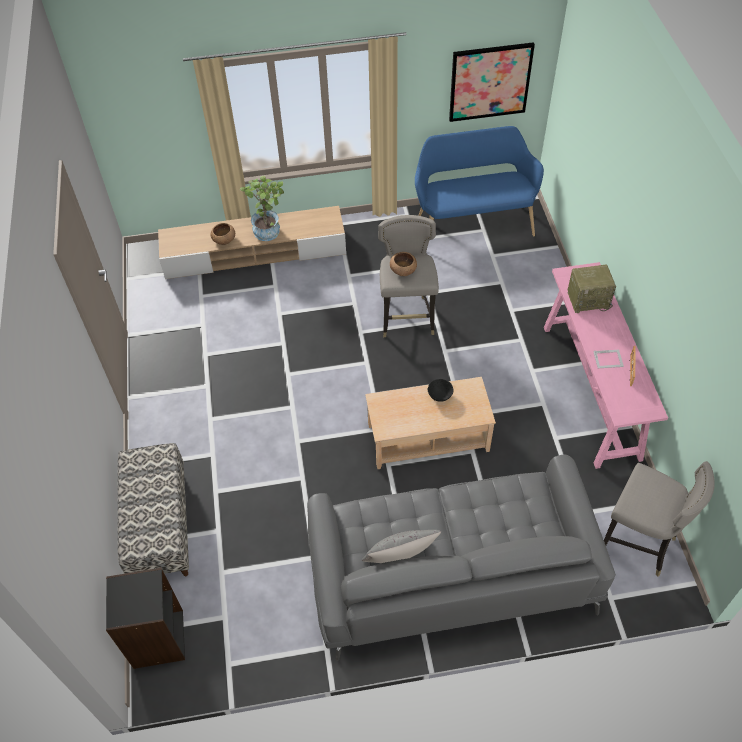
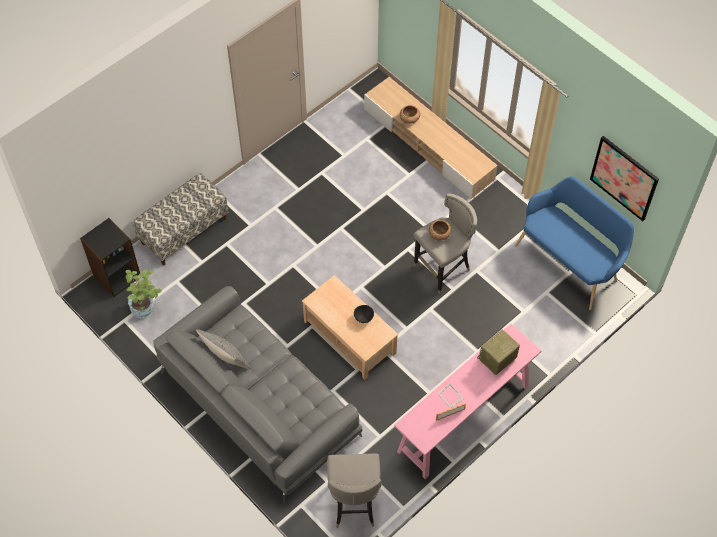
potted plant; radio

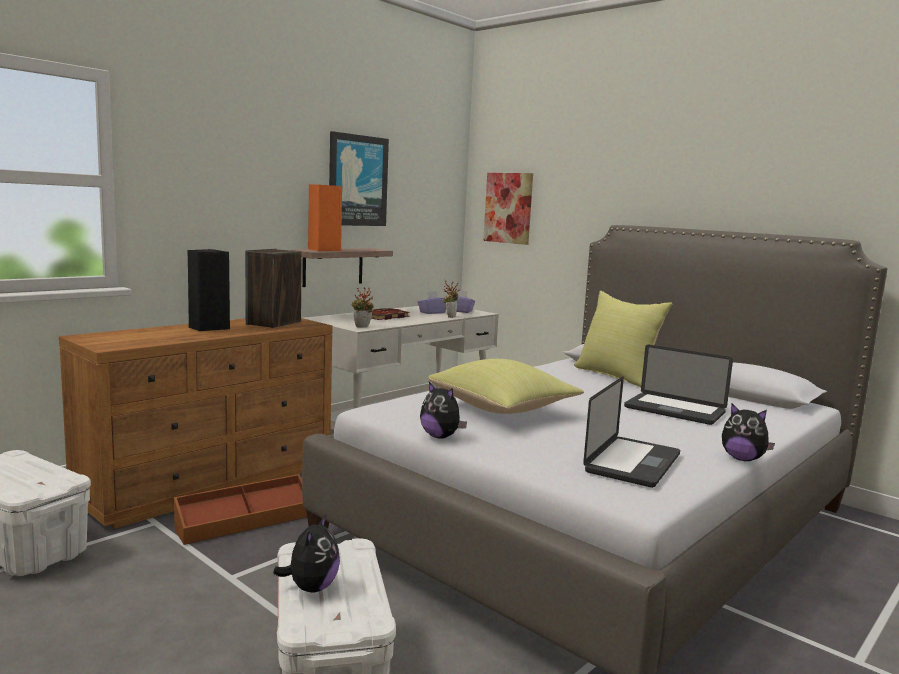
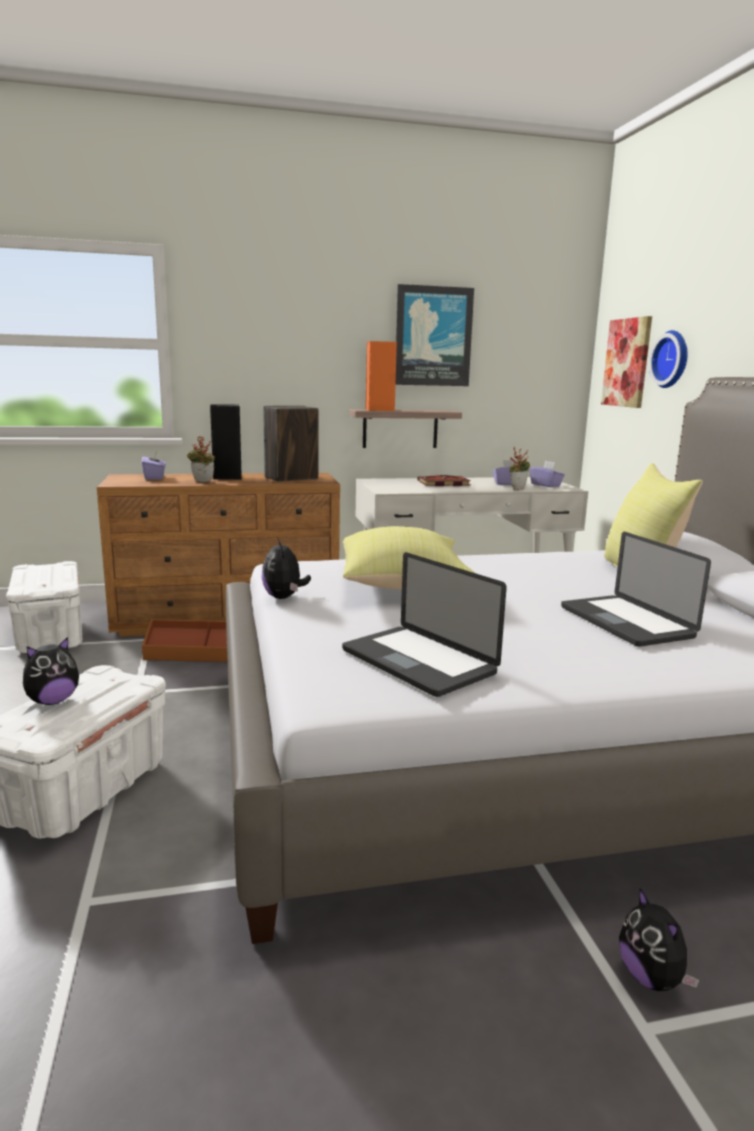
purple tissue box (1st from left); wall clock; potted plant (1st from left); plush toy (3rd from left); laptop (1st from left)

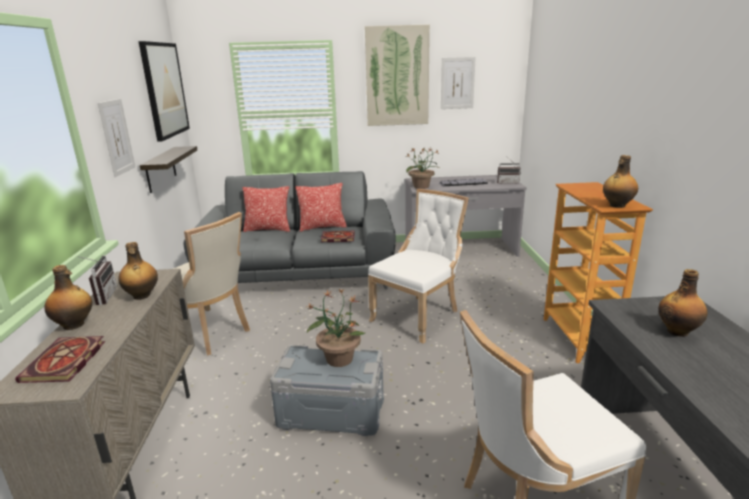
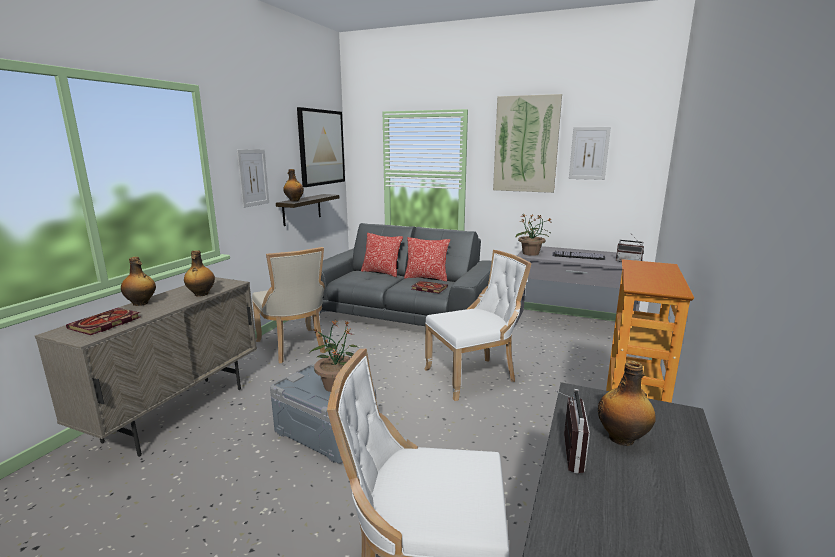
radio (1st from left); bottle (3rd from left)

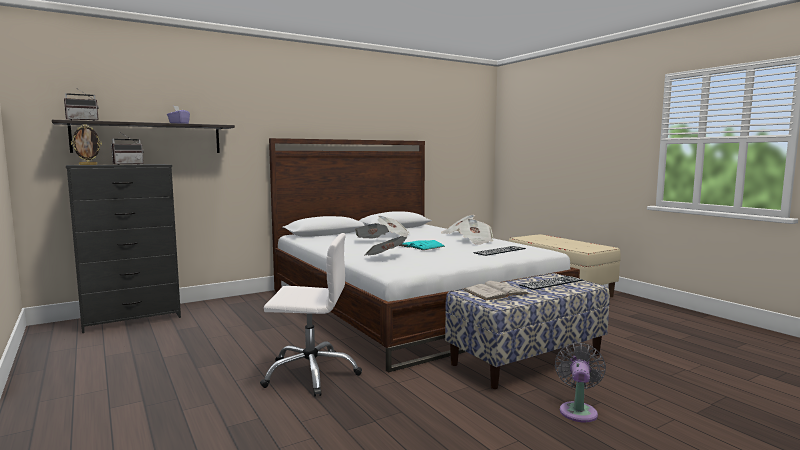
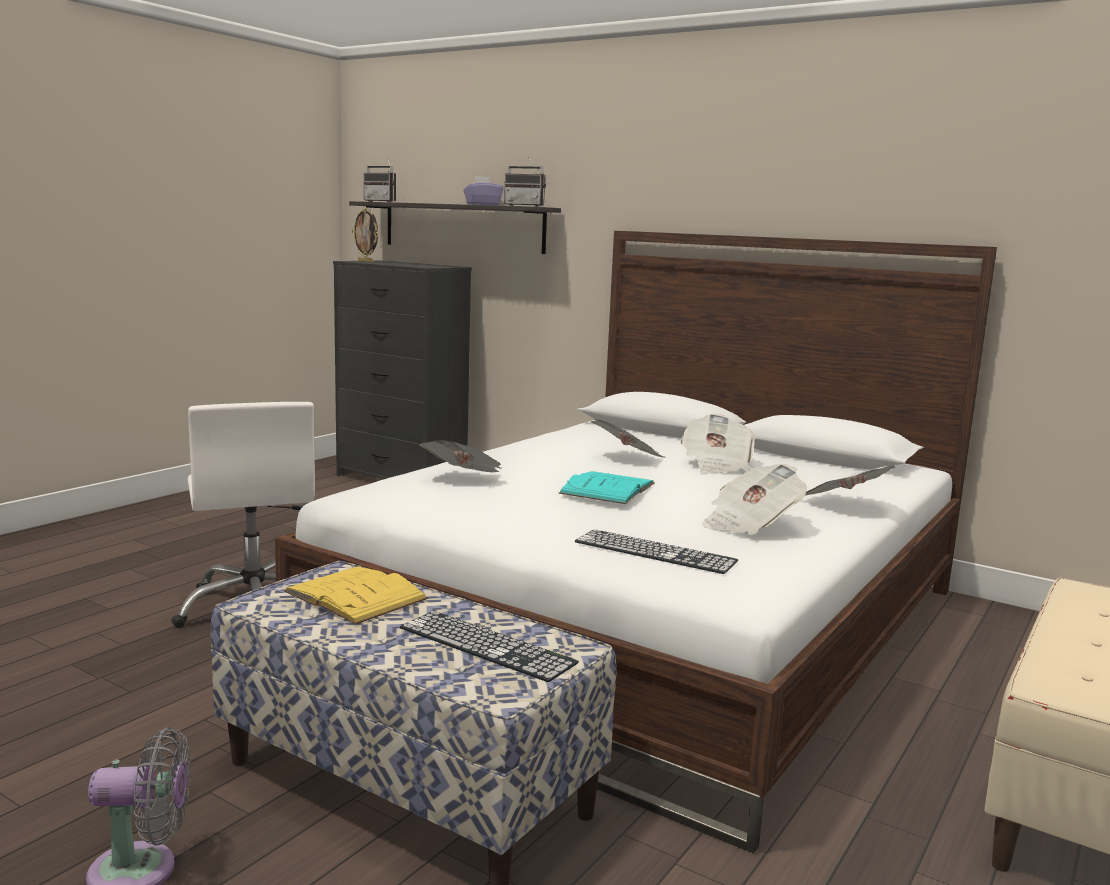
radio (2nd from left); yellow book

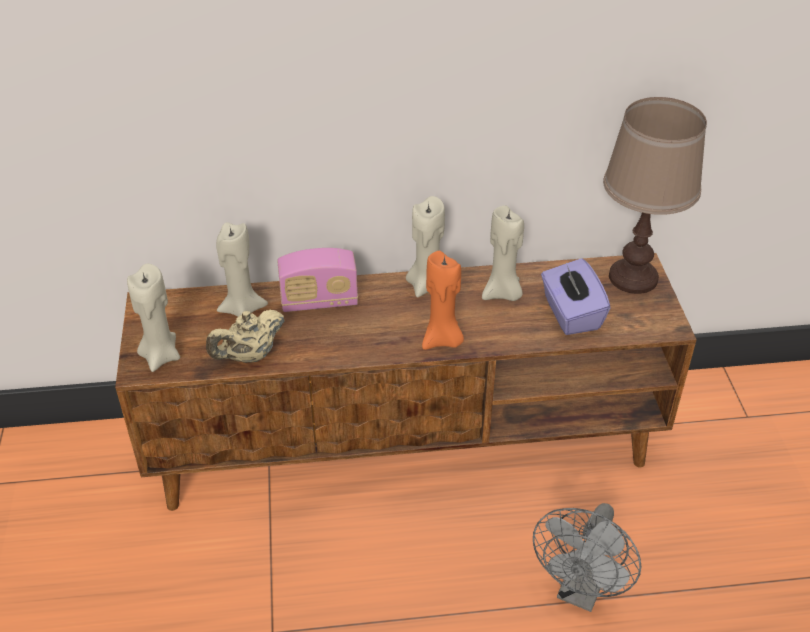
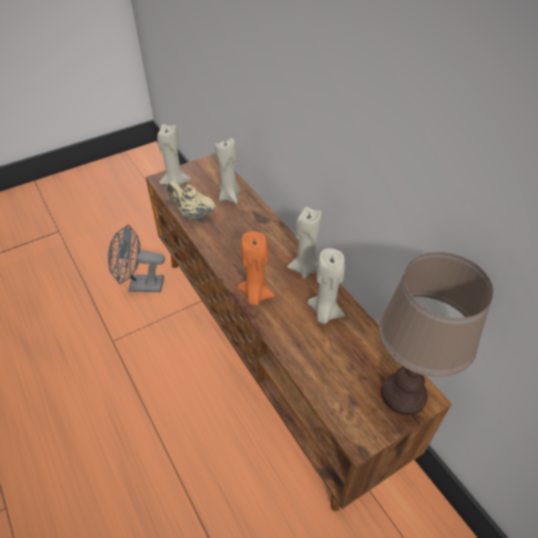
radio; purple tissue box; grey fan

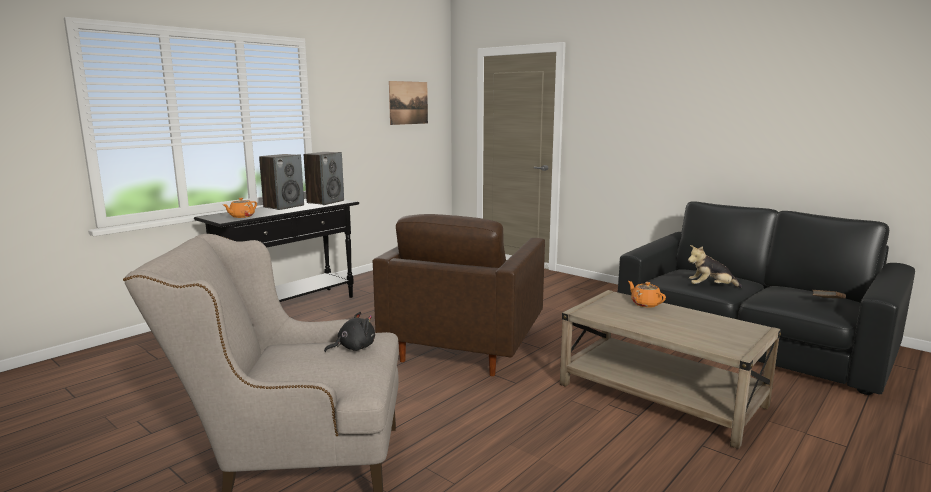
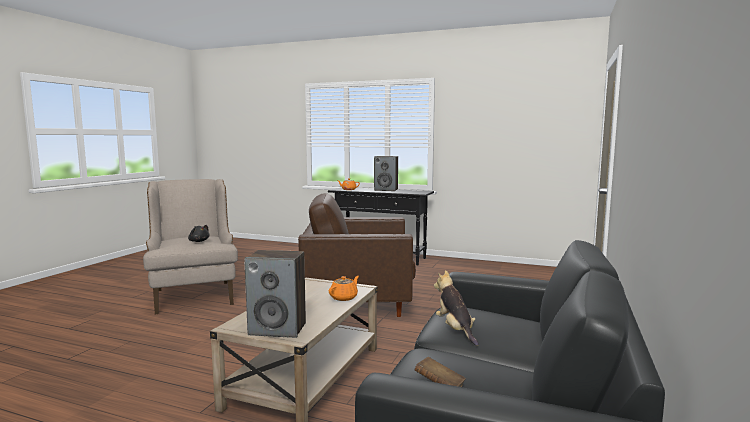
picture; speaker (1st from left)

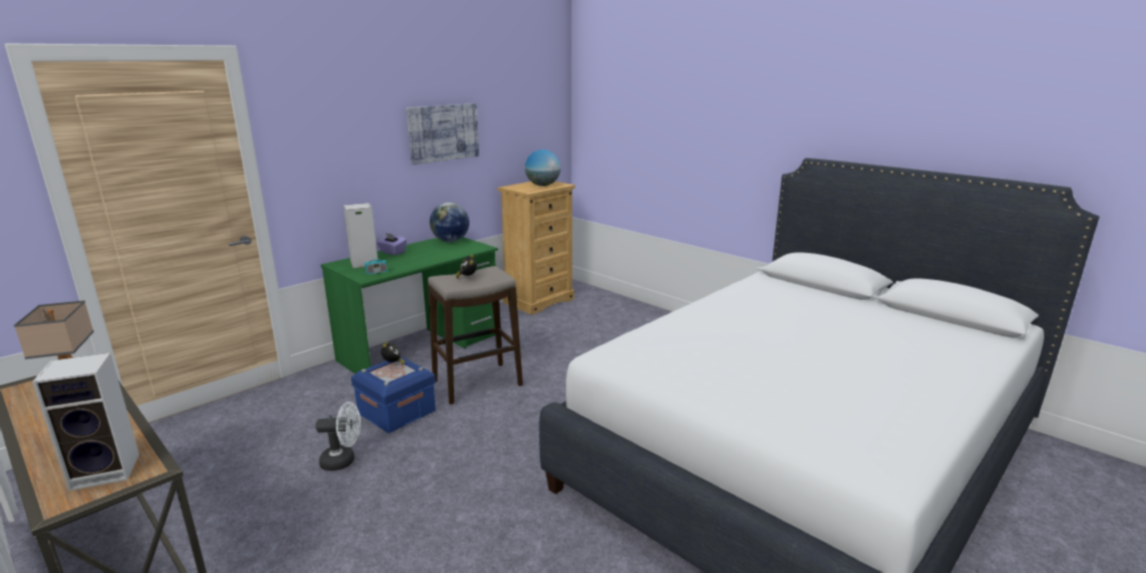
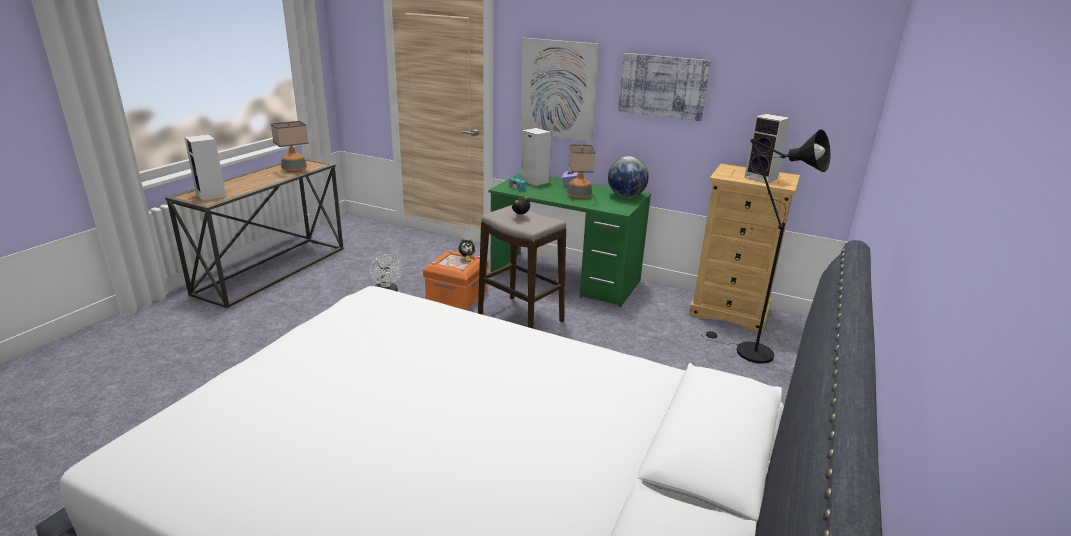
picture (1st from left); table lamp (2nd from left); black floor lamp; speaker (3rd from left); orange storage box

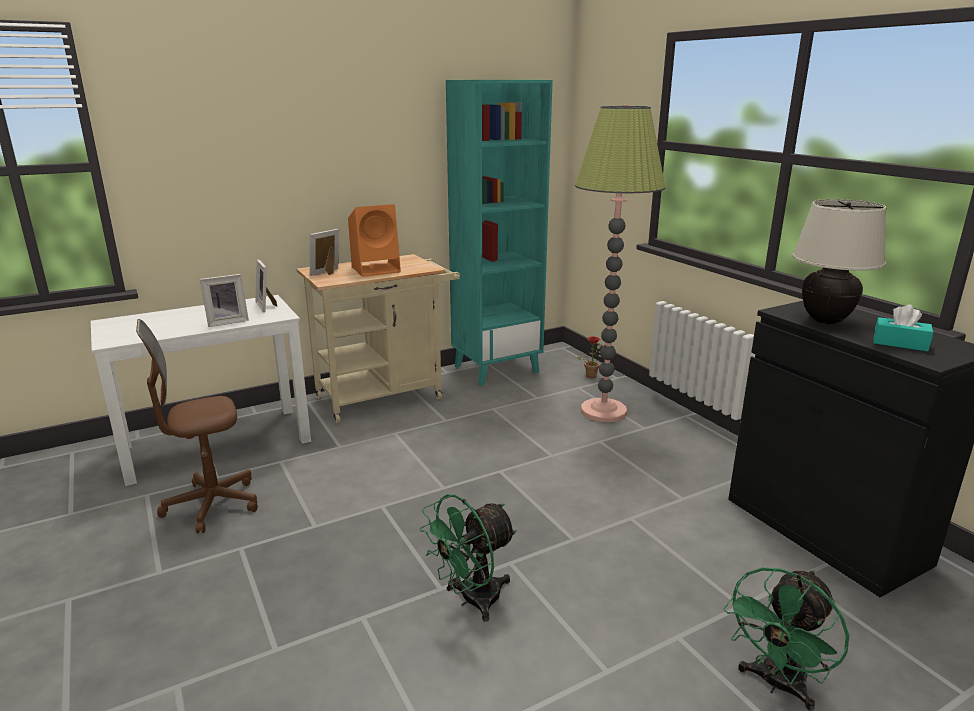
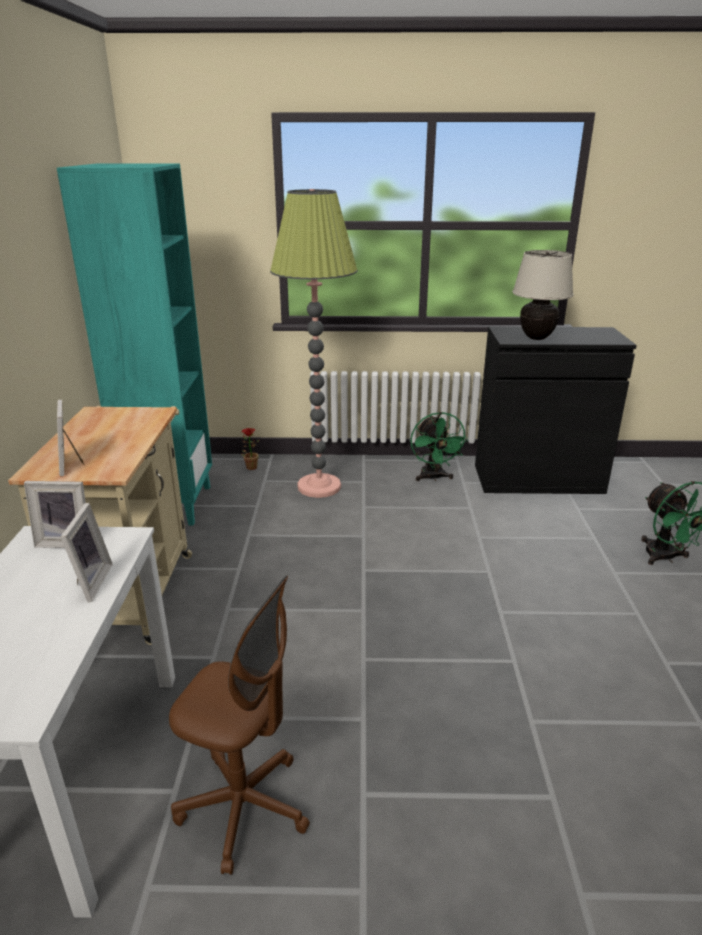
orange speaker; turquoise tissue box; green fan (1st from left); brown office chair

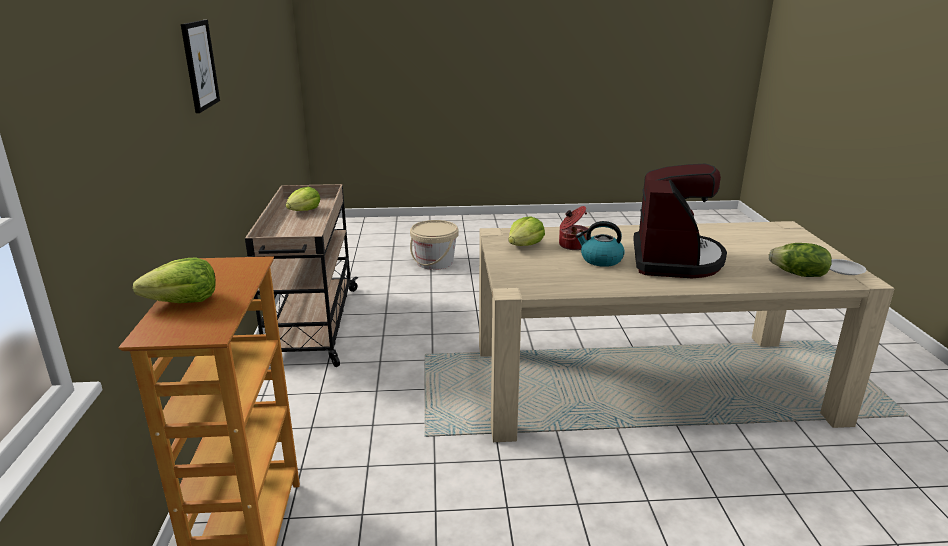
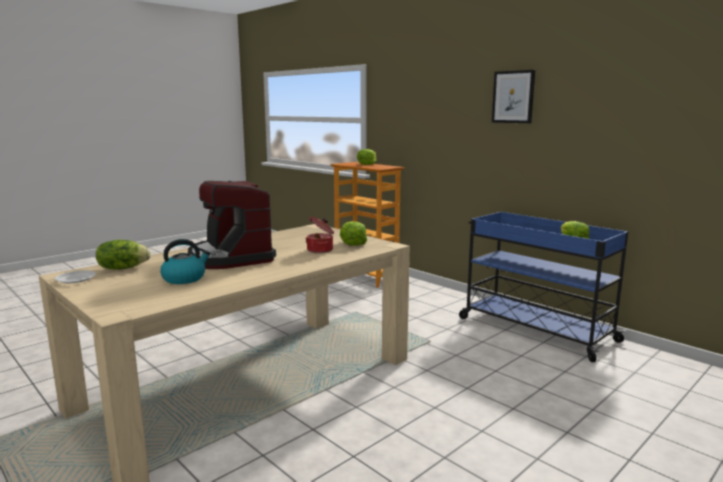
beige bucket; kettle; blue cart

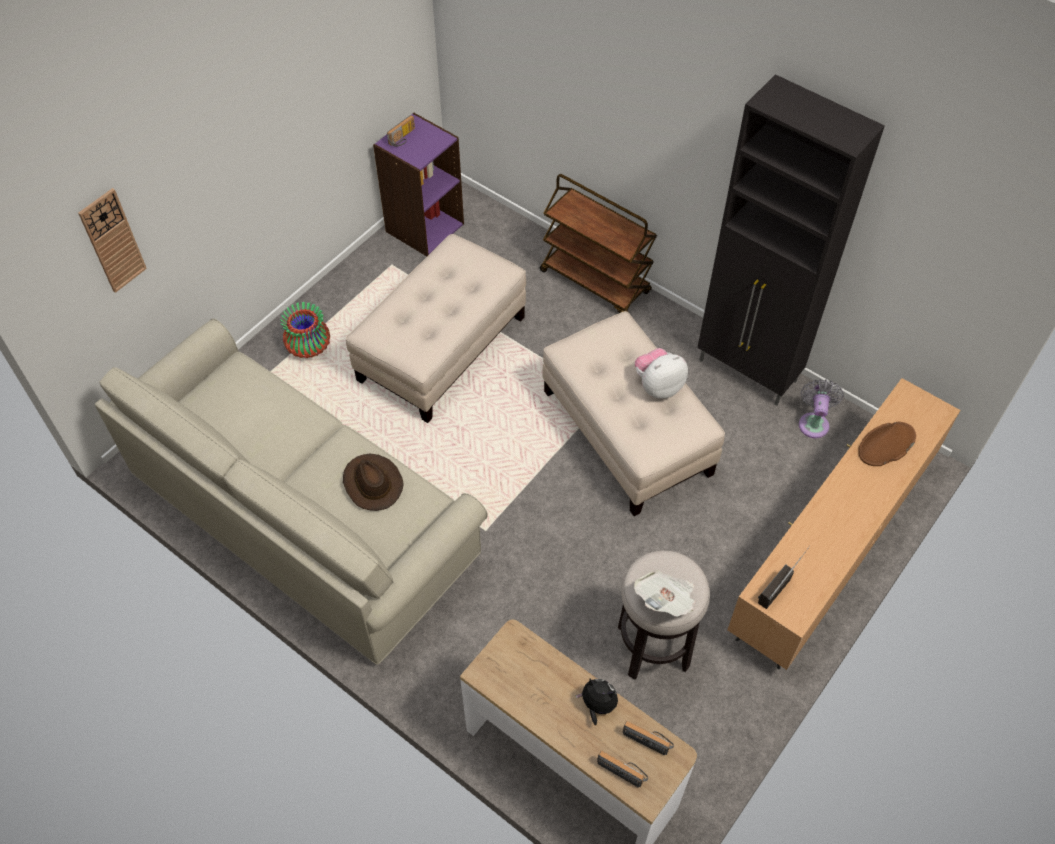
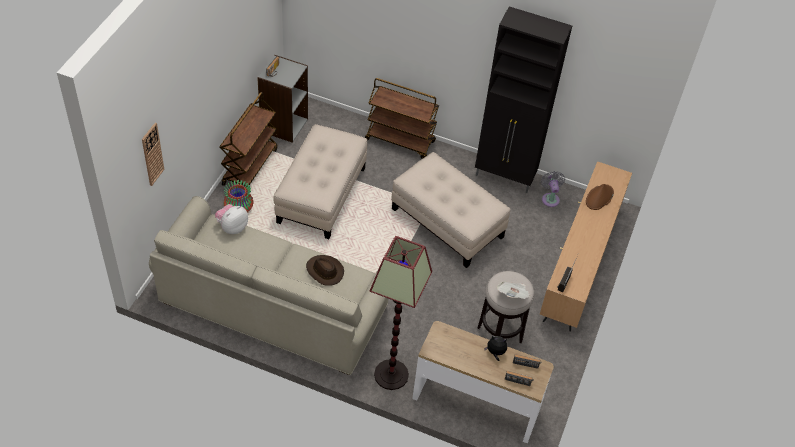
brown cart (1st from left); floor lamp; plush toy (1st from left); grey bookcase

